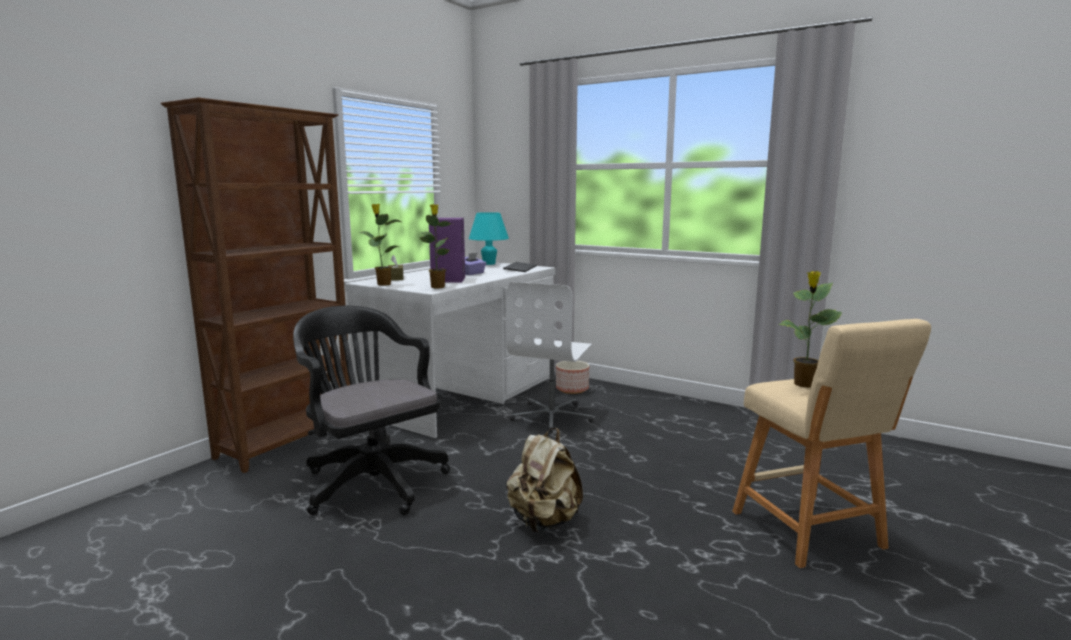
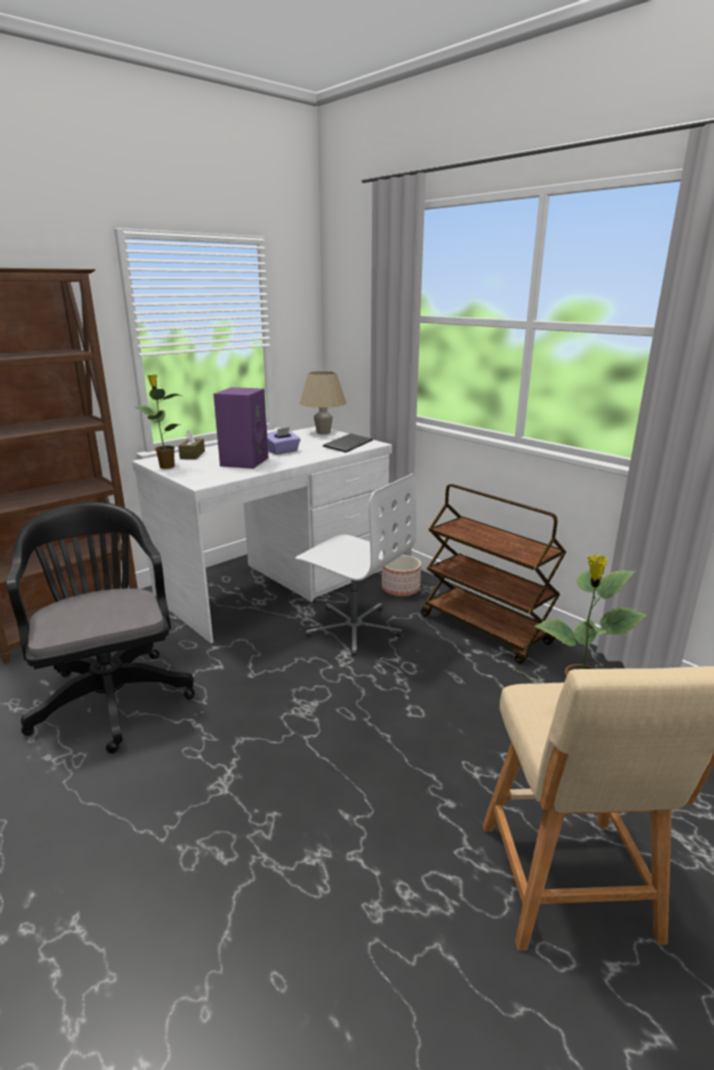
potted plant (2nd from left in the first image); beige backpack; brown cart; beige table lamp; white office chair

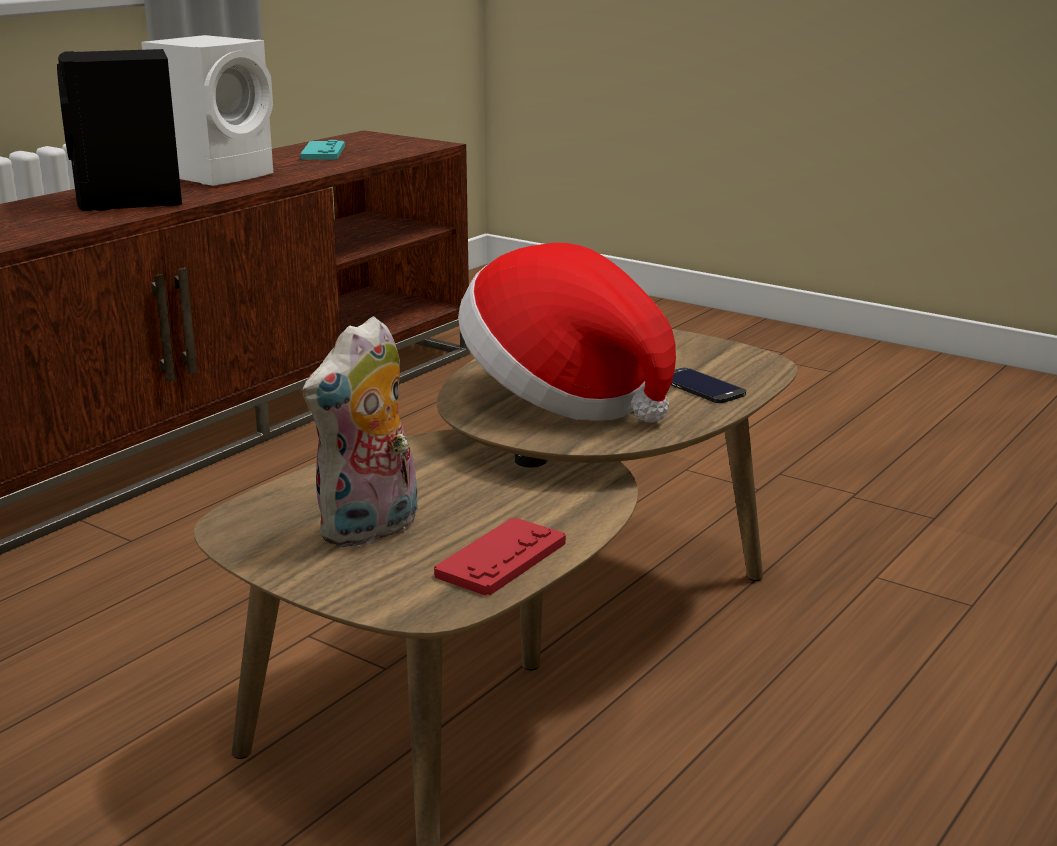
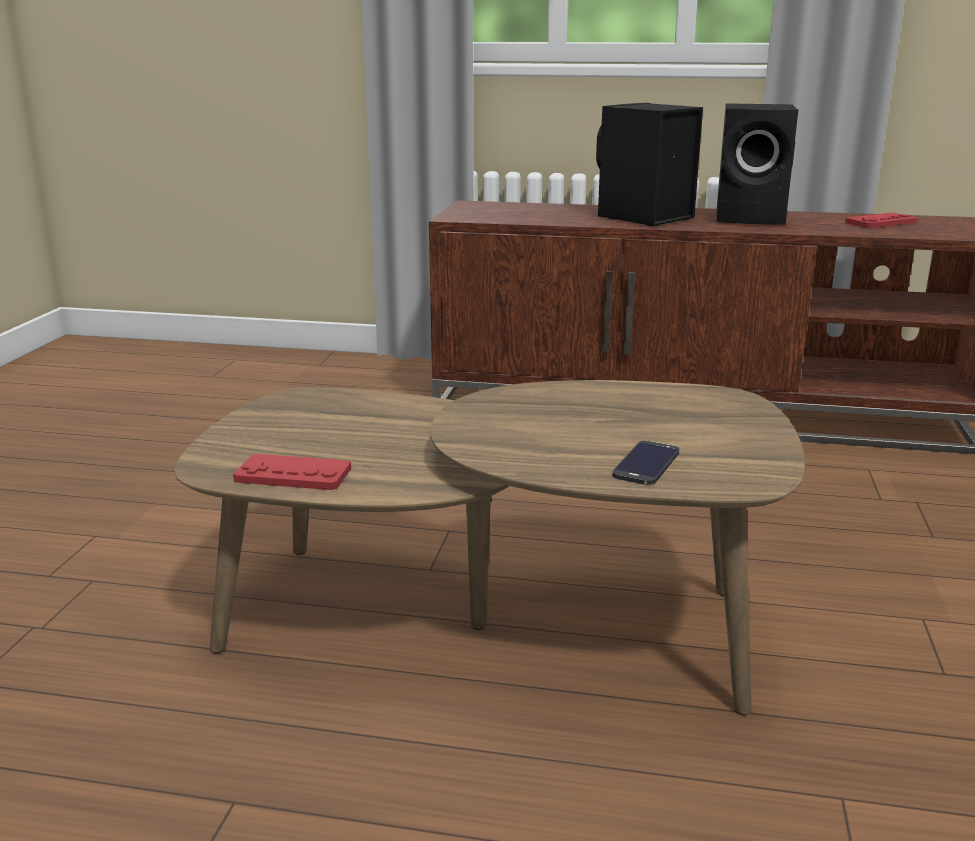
plush toy; hat; black speaker (2nd from left); red game controller (2nd from left)

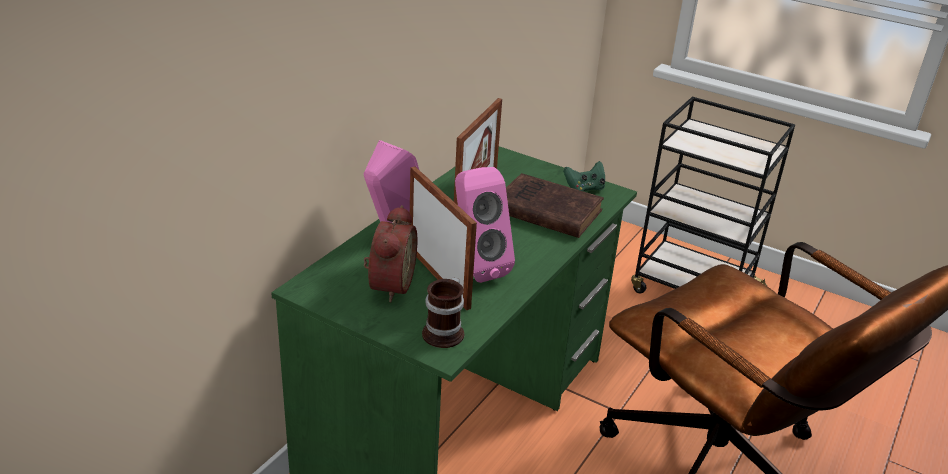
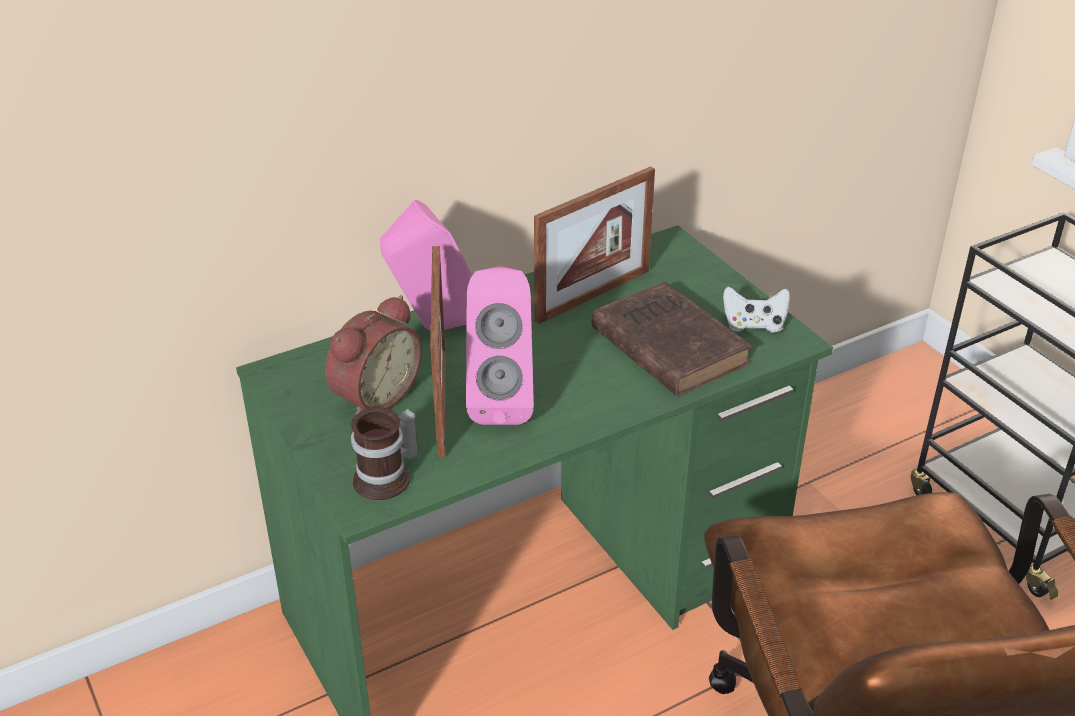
white game controller

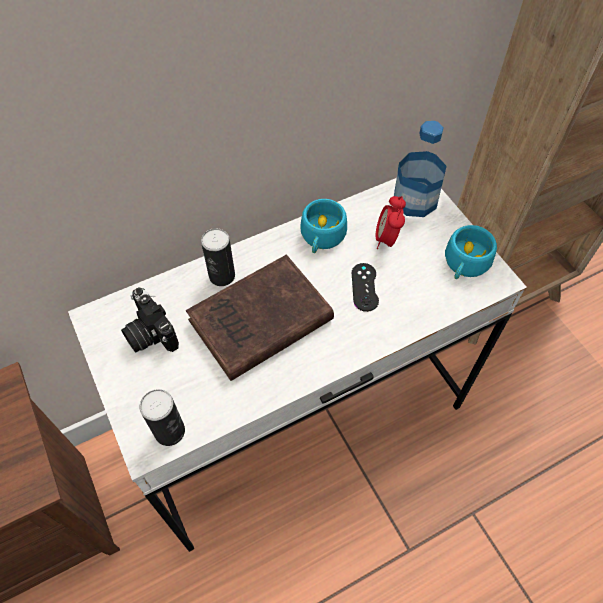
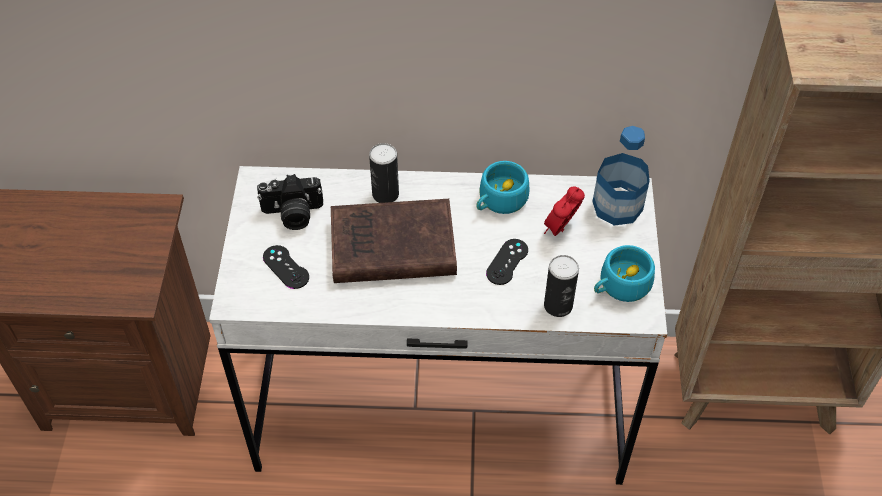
black game controller (1st from left); can (2nd from left); photo camera

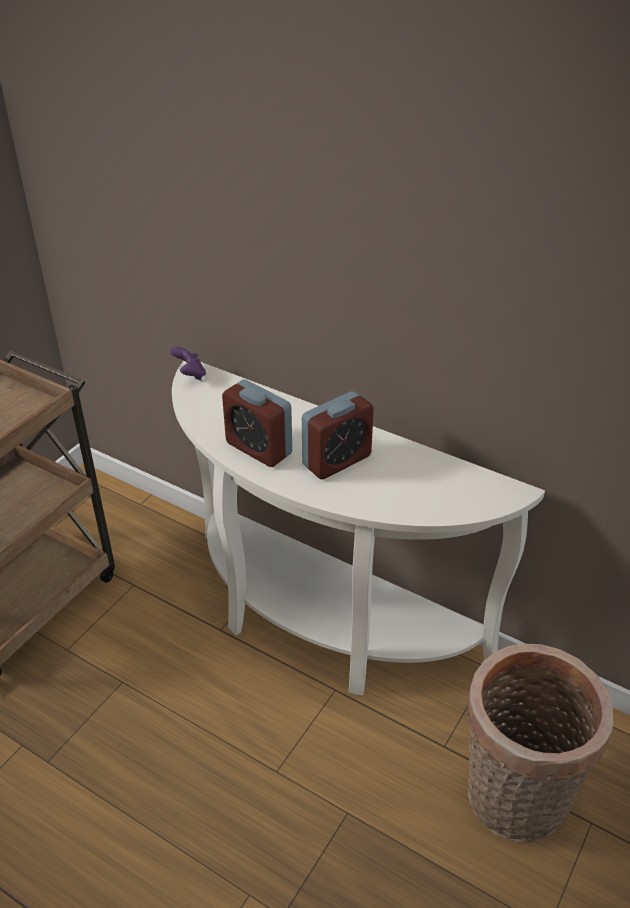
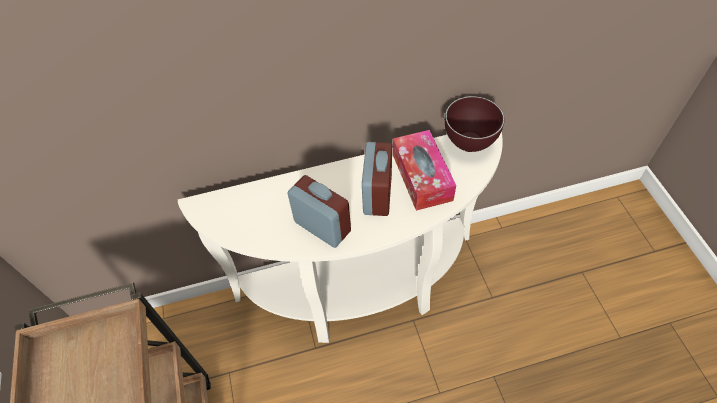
purple game controller; basket; tissue box; brown bowl; alarm clock (1st from left)

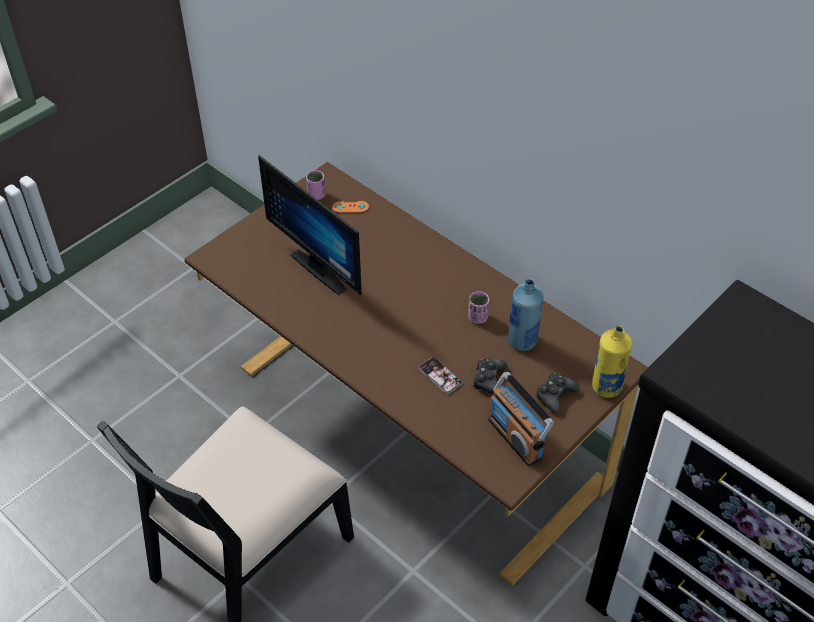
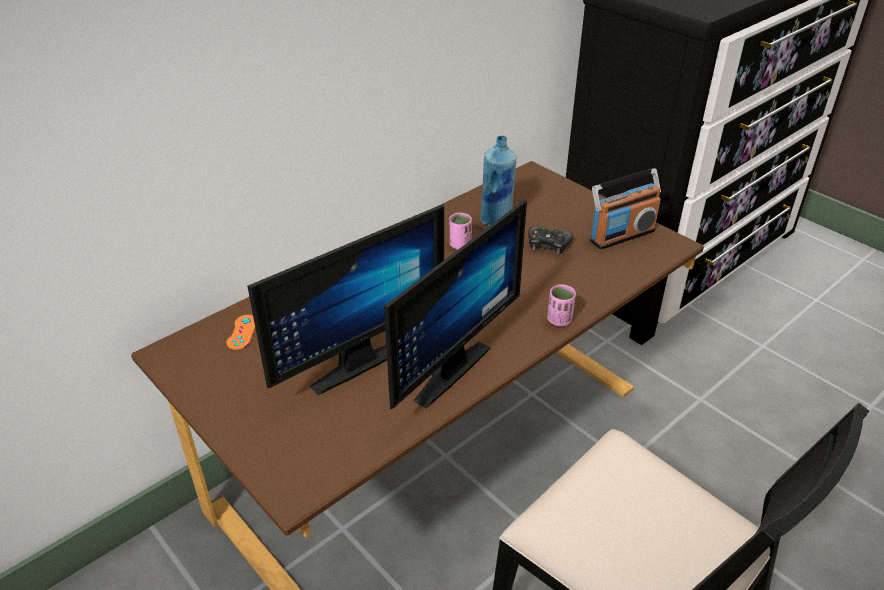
phone; black game controller (2nd from left in the first image); yellow bottle; monitor (2nd from left); pink cup (2nd from left)

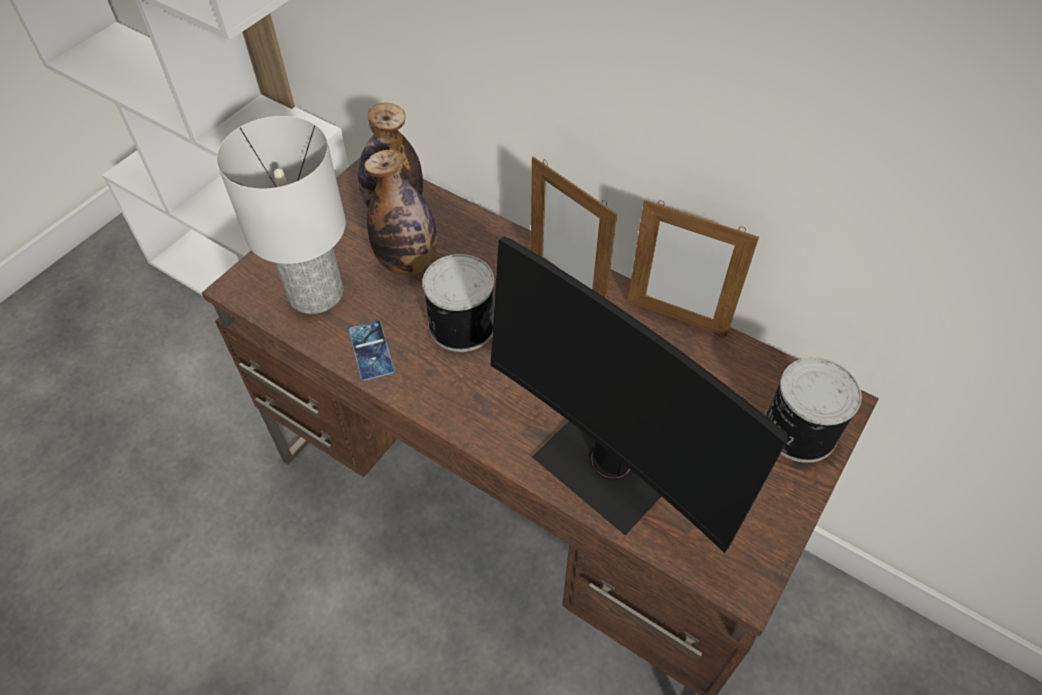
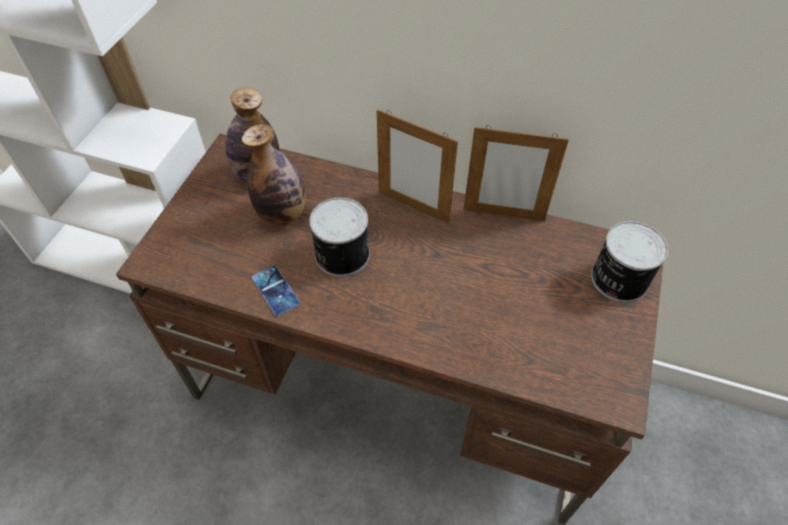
white table lamp; monitor

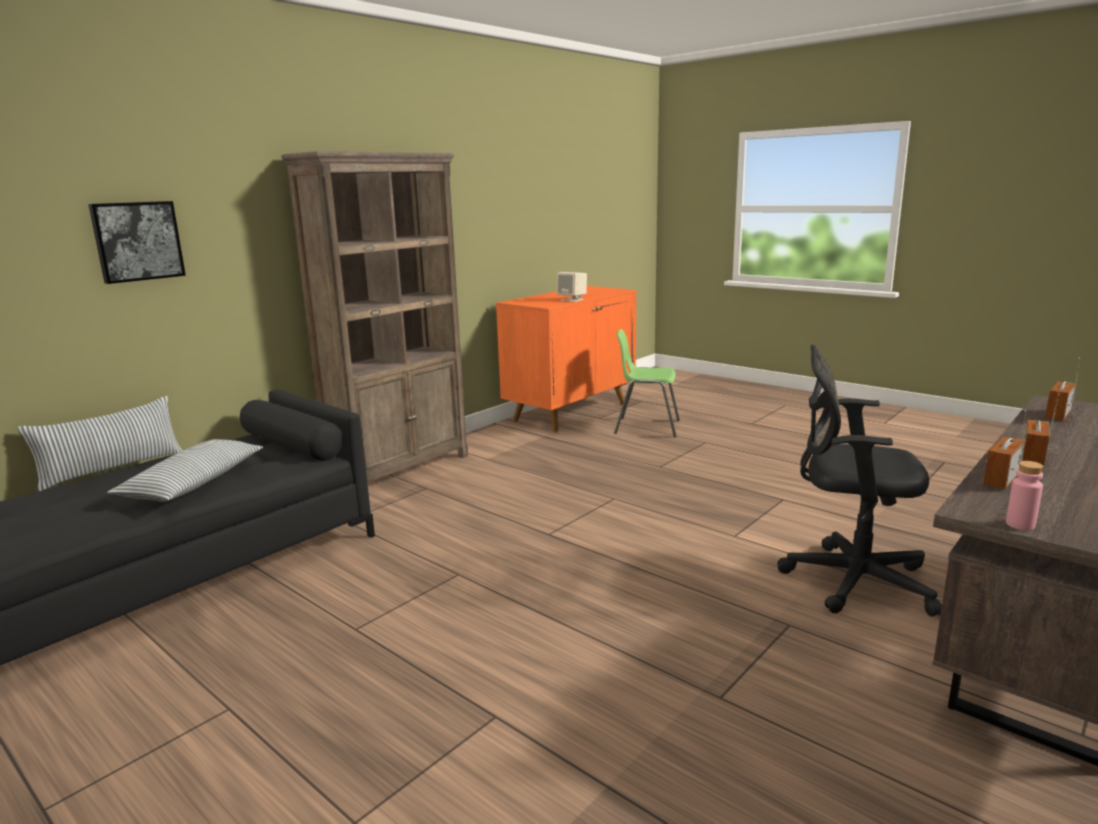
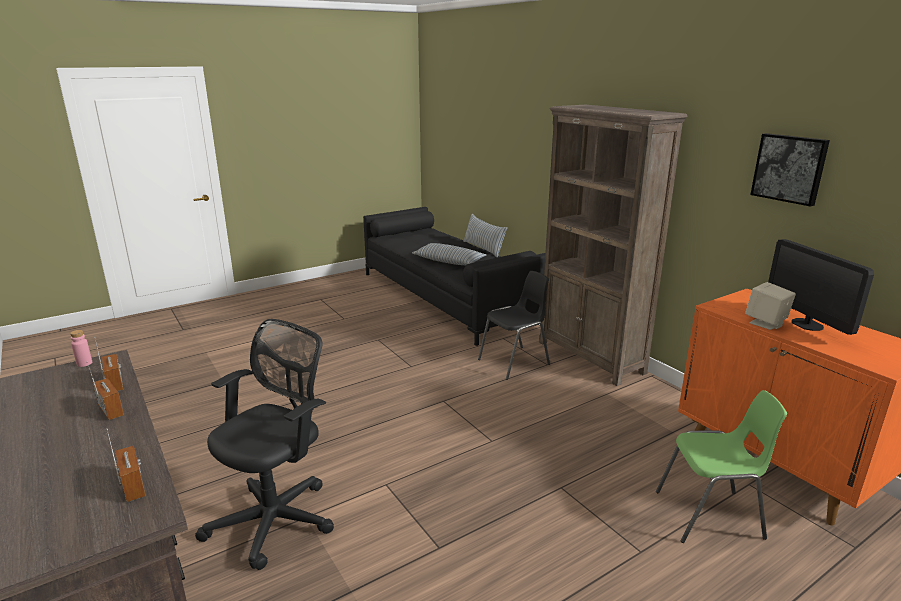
black chair; monitor; picture; green chair

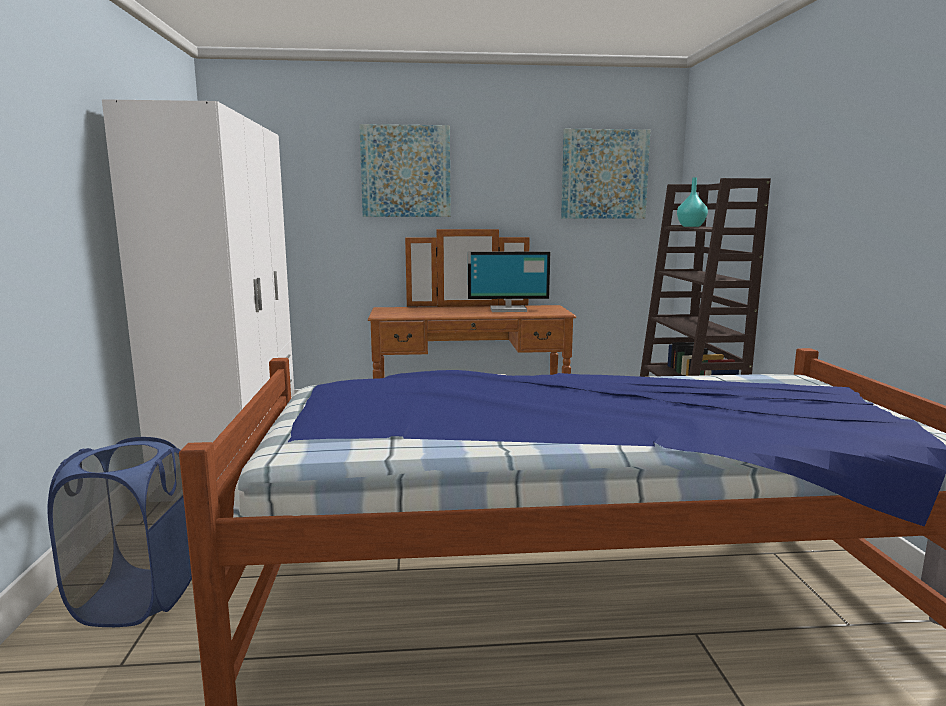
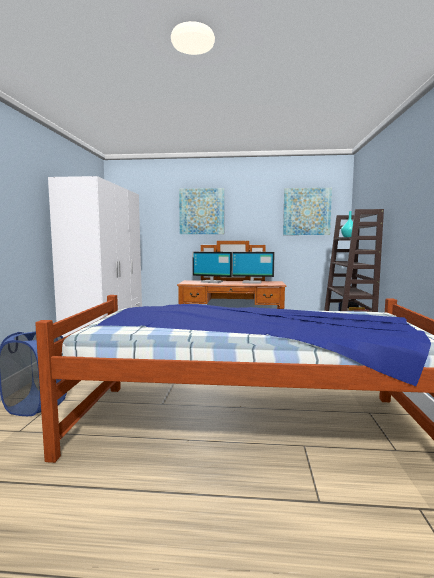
monitor (1st from left)

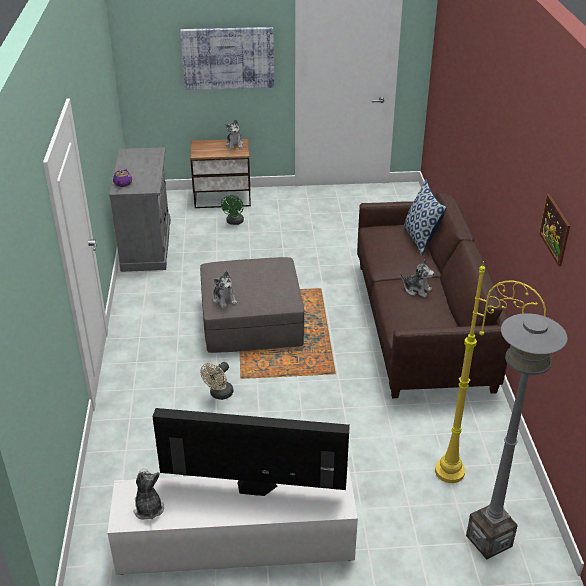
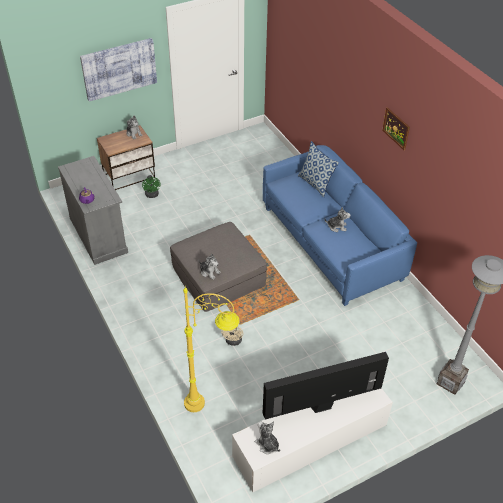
yellow floor lamp; picture (2nd from left); blue sofa

